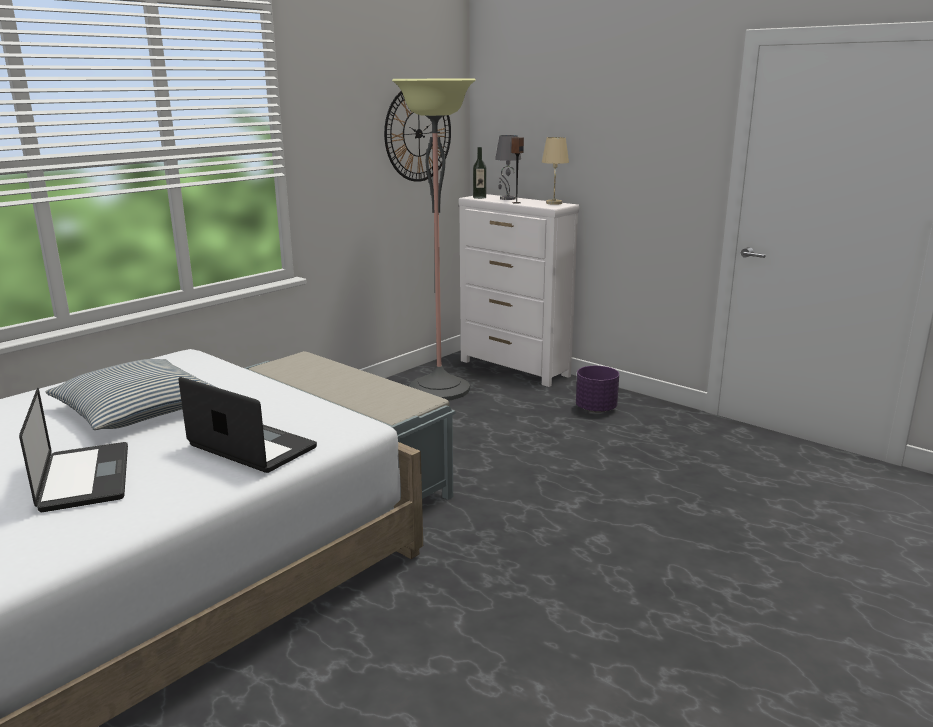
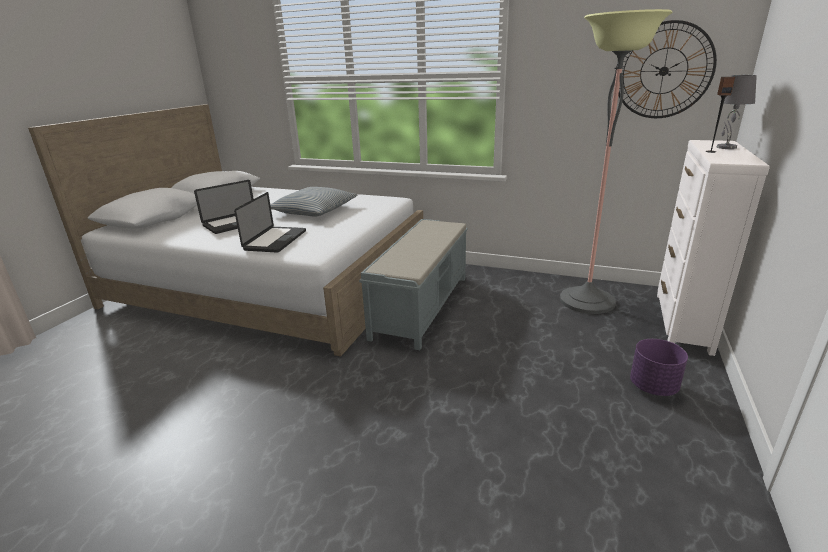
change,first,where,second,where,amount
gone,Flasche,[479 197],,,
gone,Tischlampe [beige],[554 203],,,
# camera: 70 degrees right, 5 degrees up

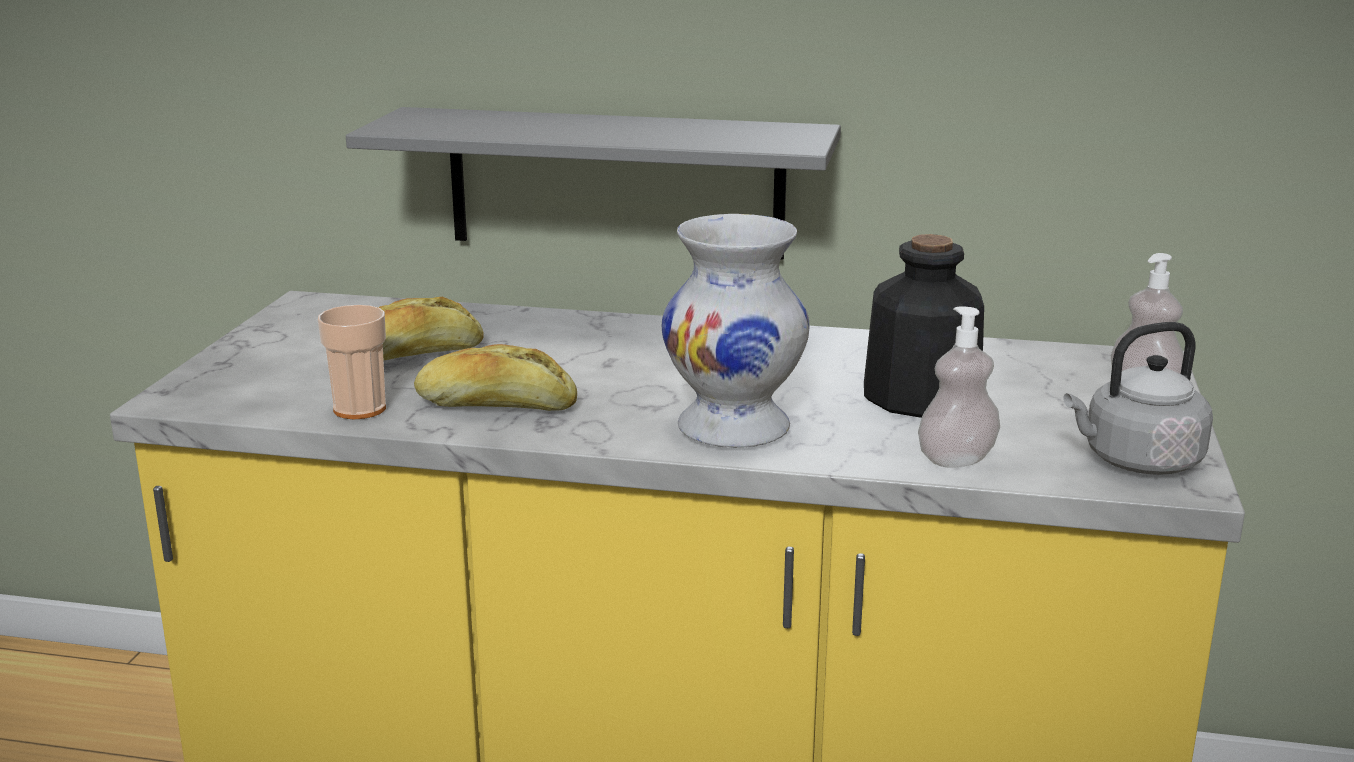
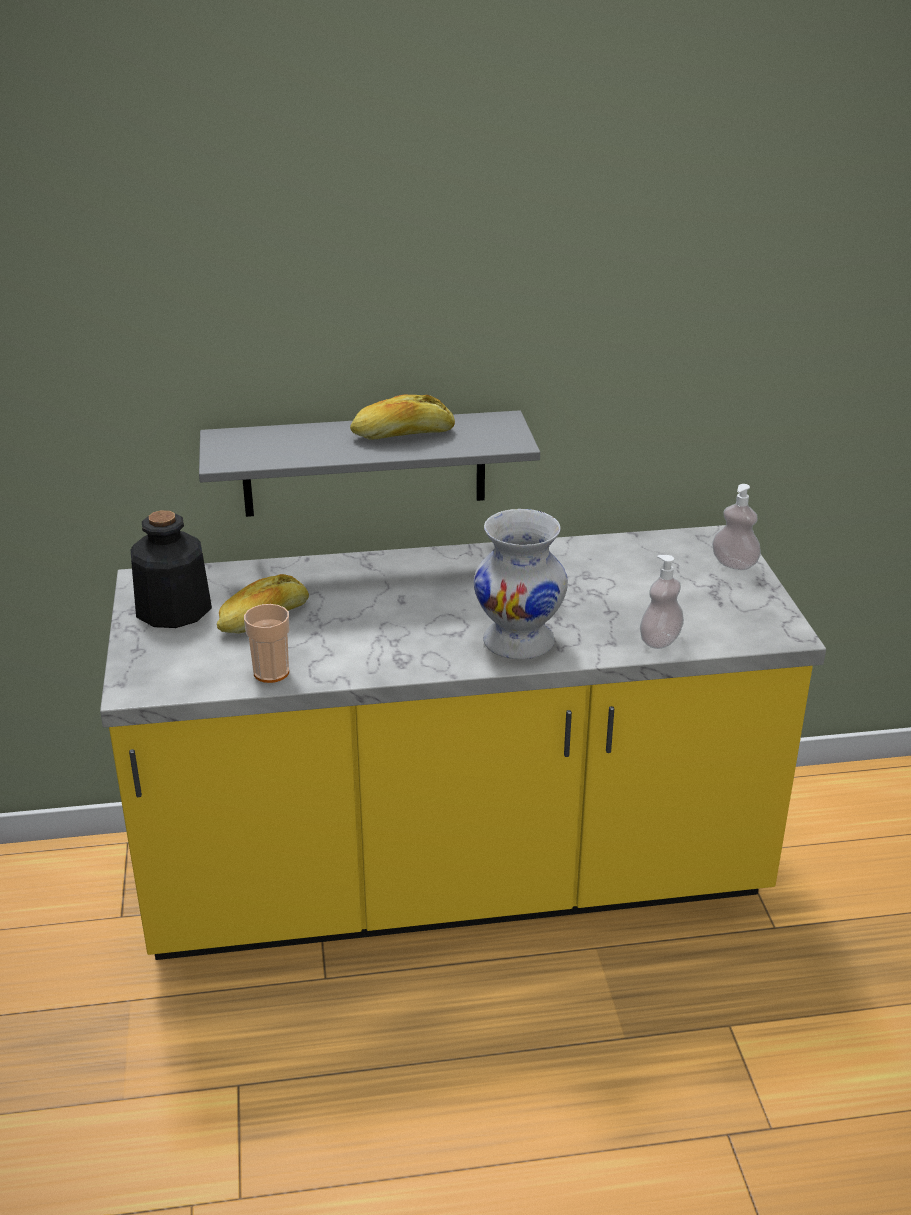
change,first,where,second,where,amount
gone,Wasserkessel [grau],[1136 462],,,
shifted,Brot,[496 406],,[403 434],
shifted,Flasche,[919 396],,[173 609],
# camera: 20 degrees left, 10 degrees up

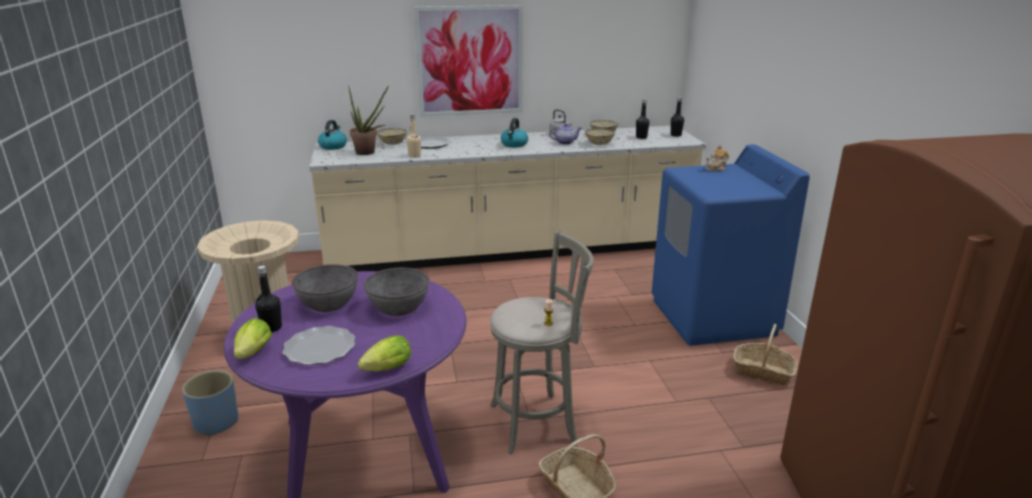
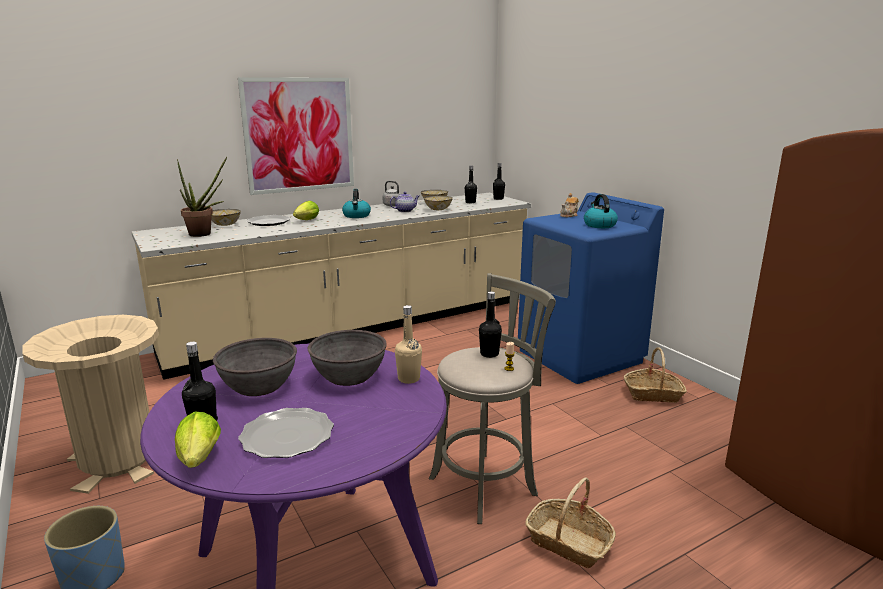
change,first,where,second,where,amount
new,,,Flasche [schwarz],[489 354],
shifted,Wasserkessel,[333 146],,[599 225],
shifted,Salatkopf,[385 370],,[306 220],
shifted,Flasche [beige],[414 156],,[408 379],
# camera: 20 degrees left, 5 degrees down

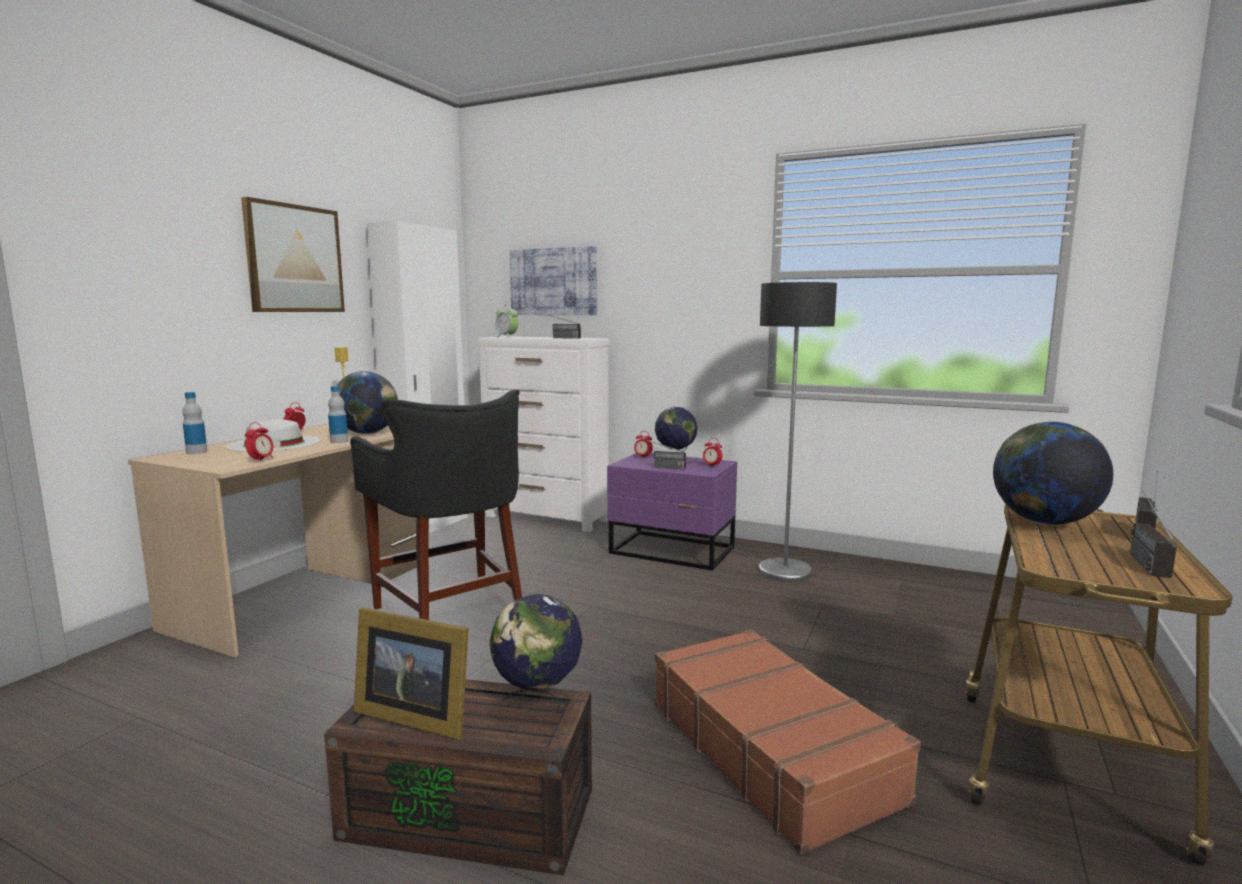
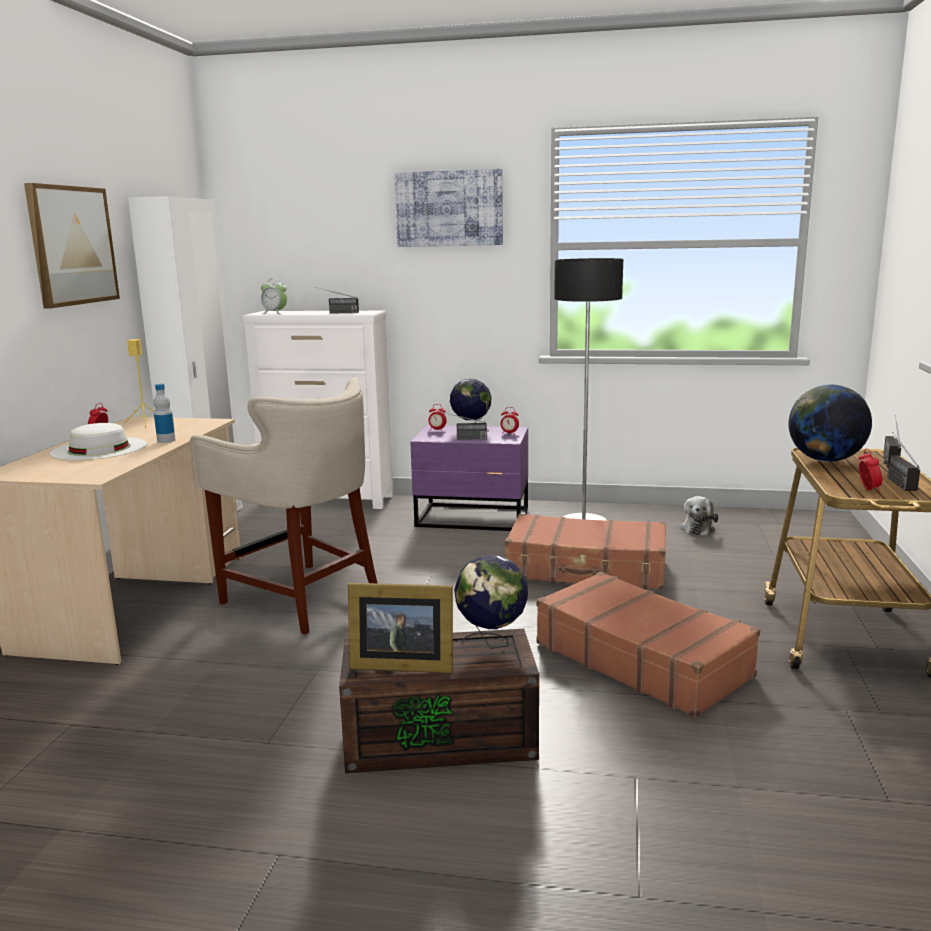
change,first,where,second,where,amount
gone,Flasche,[196 452],,,
gone,Globus,[367 433],,,
new,,,Koffer [braun],[586 569],
new,,,Plüschtier,[697 528],
shifted,Wecker,[261 460],,[868 490],
shifted,Bild,[553 282],,[449 208],
repainted,Hocker [schwarz],[451 613],Hocker [beige],[302 597],
# camera: 15 degrees left, 5 degrees up

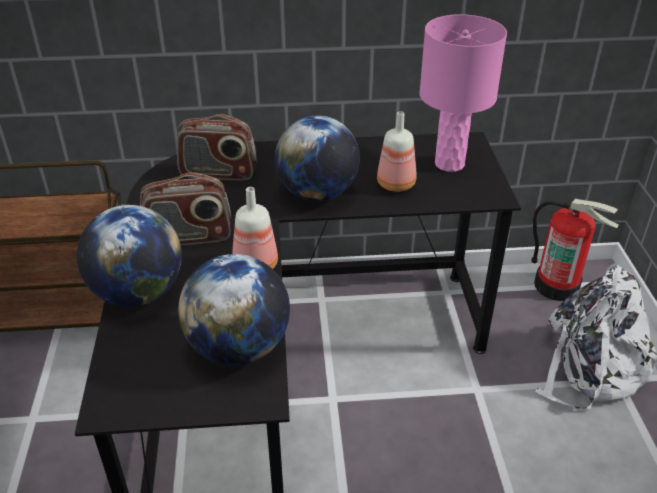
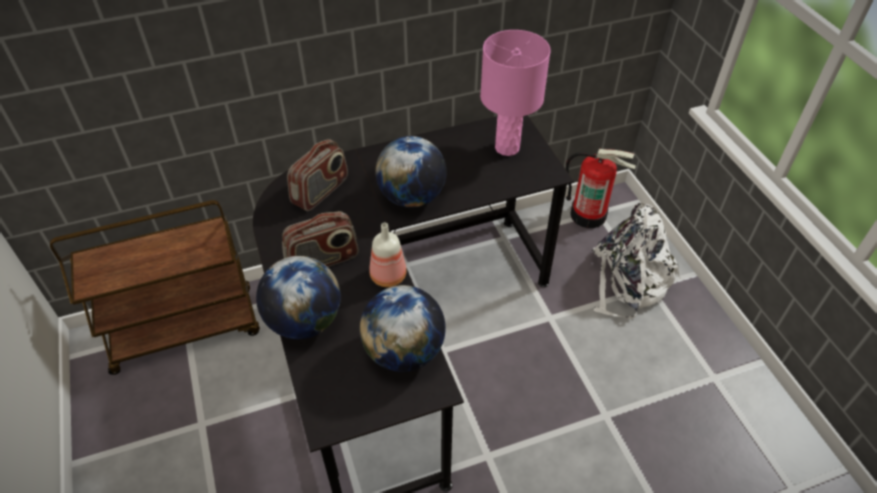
change,first,where,second,where,amount
gone,Flasche,[396 183],,,
rotated,Radio,[218 173],,[320 191],45 degrees counterclockwise
# camera: 15 degrees left, 10 degrees up

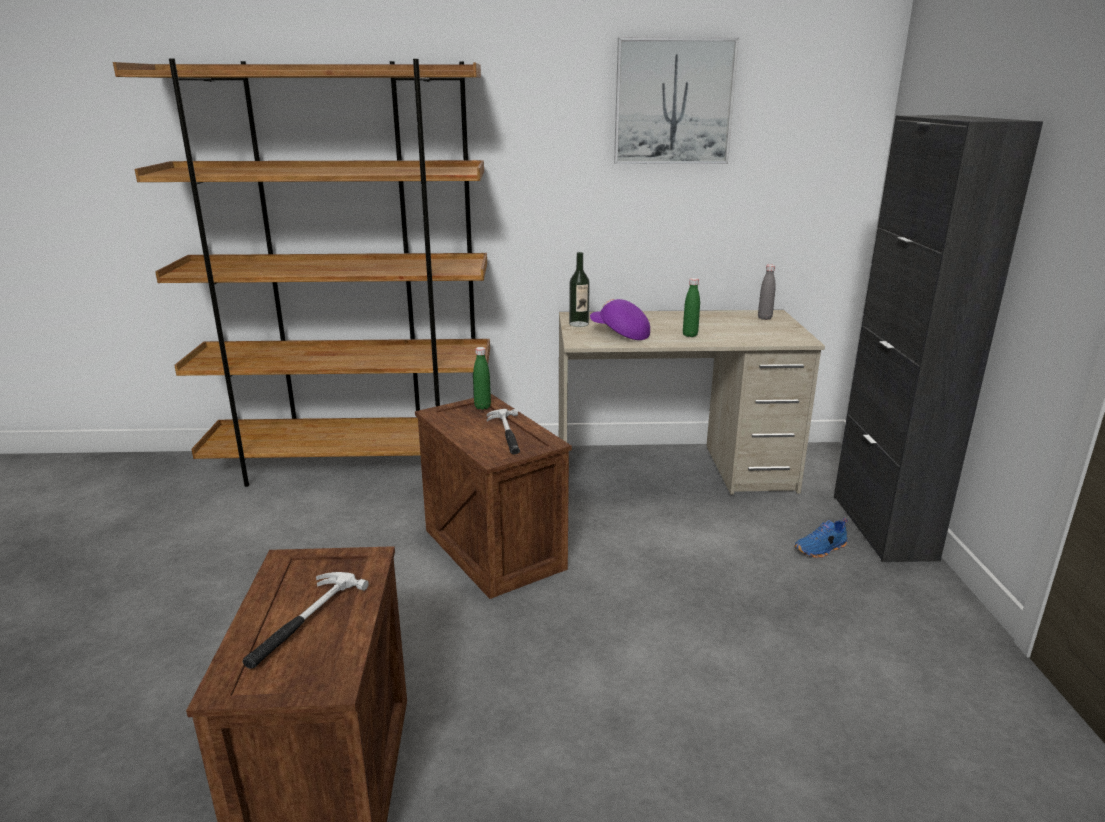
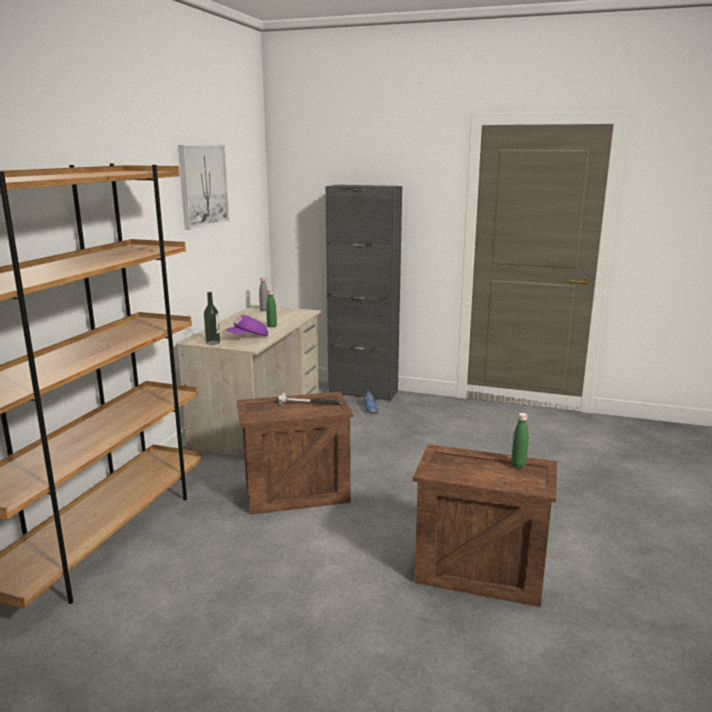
change,first,where,second,where,amount
gone,Hammer,[303 621],,,
shifted,Flasche [grün],[482 407],,[518 465],
# camera: 70 degrees left, 5 degrees down

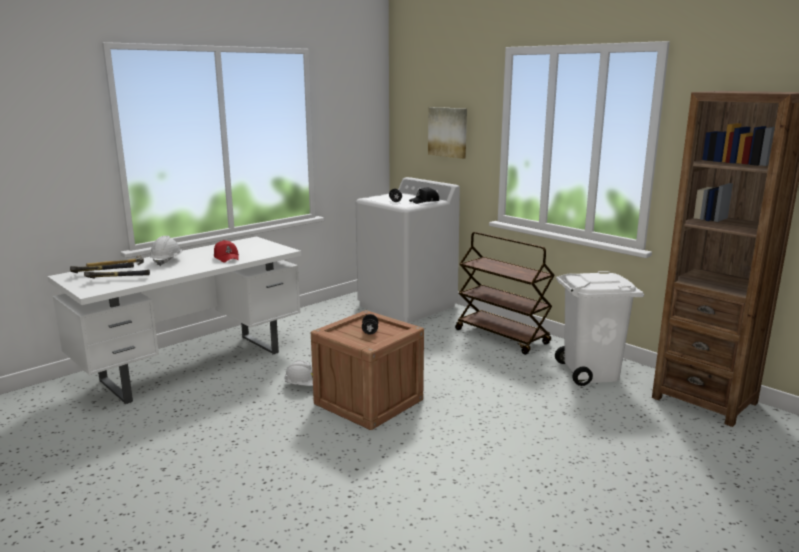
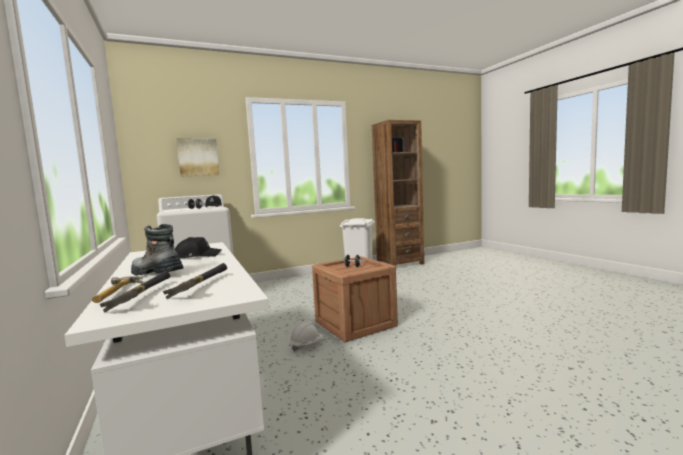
change,first,where,second,where,amount
gone,Rollwagen [braun],[502 337],,,
swapped,Schutzhelm [weiß],[167 261],Stiefel,[156 273],
repainted,Kappe [rot],[227 257],Kappe [schwarz],[197 256],
# camera: 70 degrees left, 10 degrees down

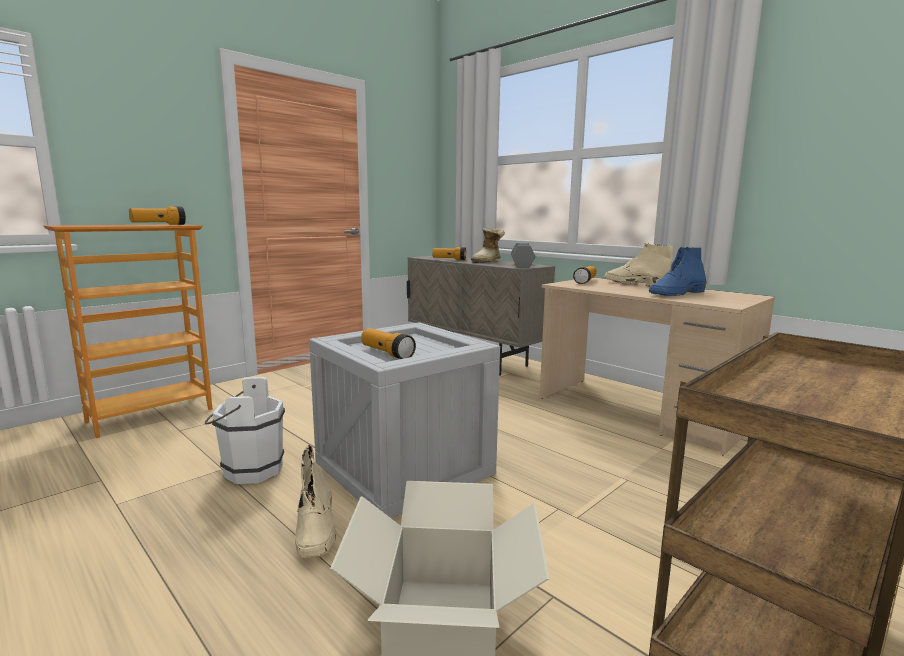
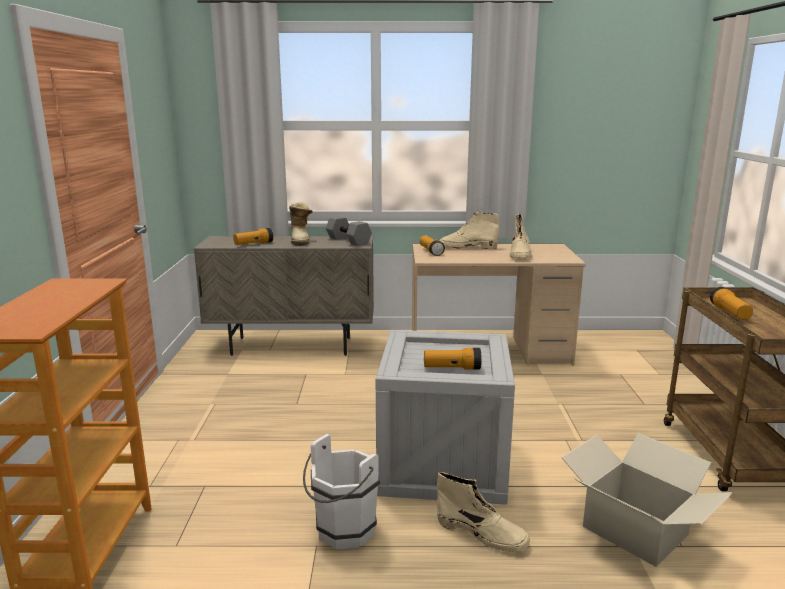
change,first,where,second,where,amount
shifted,Taschenlampe,[159 224],,[730 313],
repainted,Stiefel [blau],[676 294],Stiefel [beige],[520 254],
# camera: 45 degrees left, 5 degrees up

